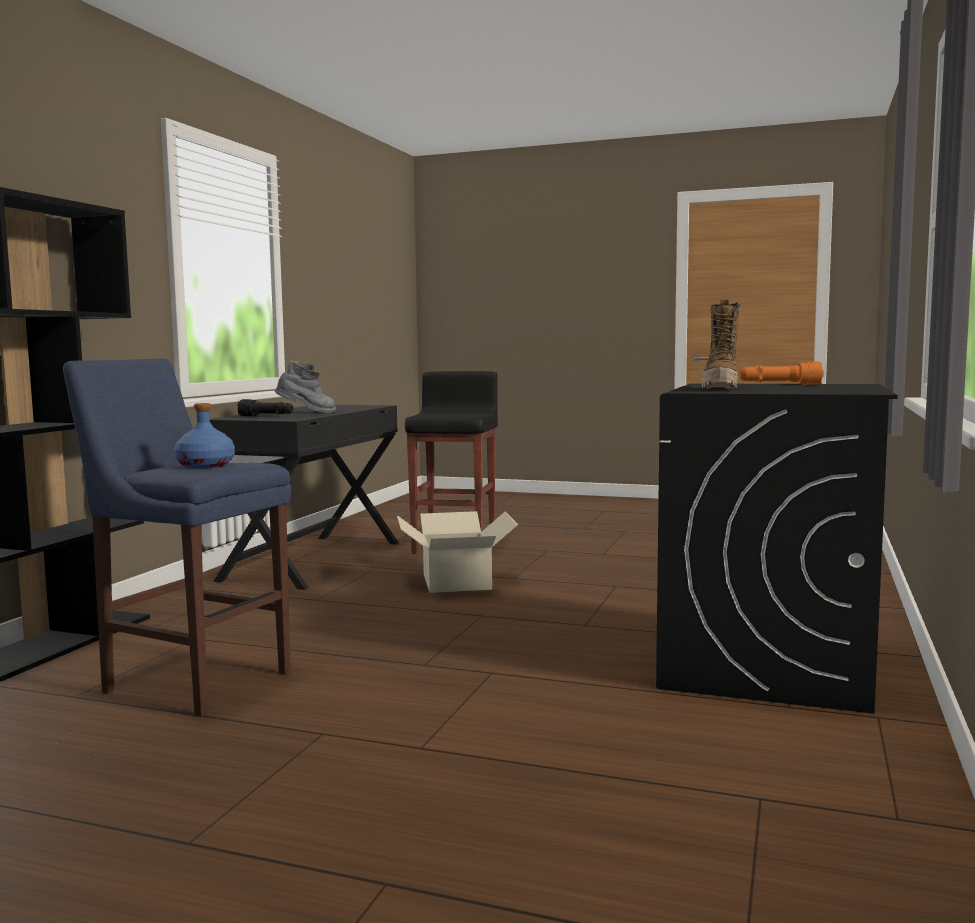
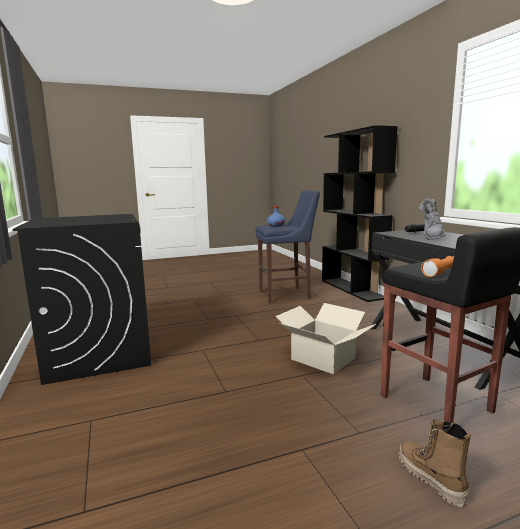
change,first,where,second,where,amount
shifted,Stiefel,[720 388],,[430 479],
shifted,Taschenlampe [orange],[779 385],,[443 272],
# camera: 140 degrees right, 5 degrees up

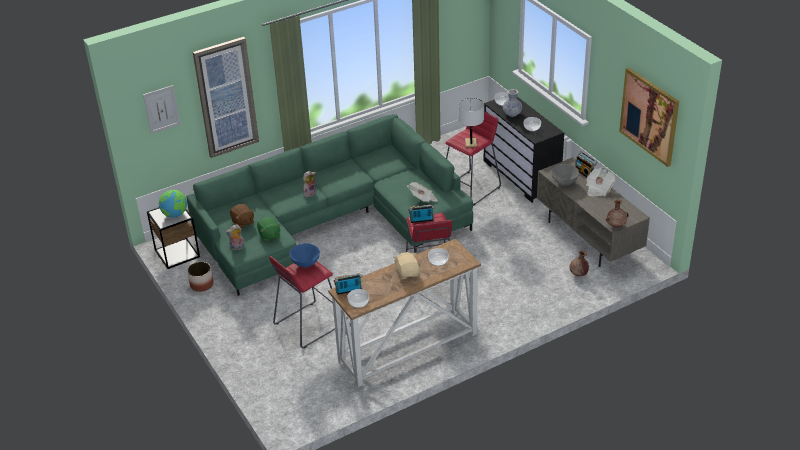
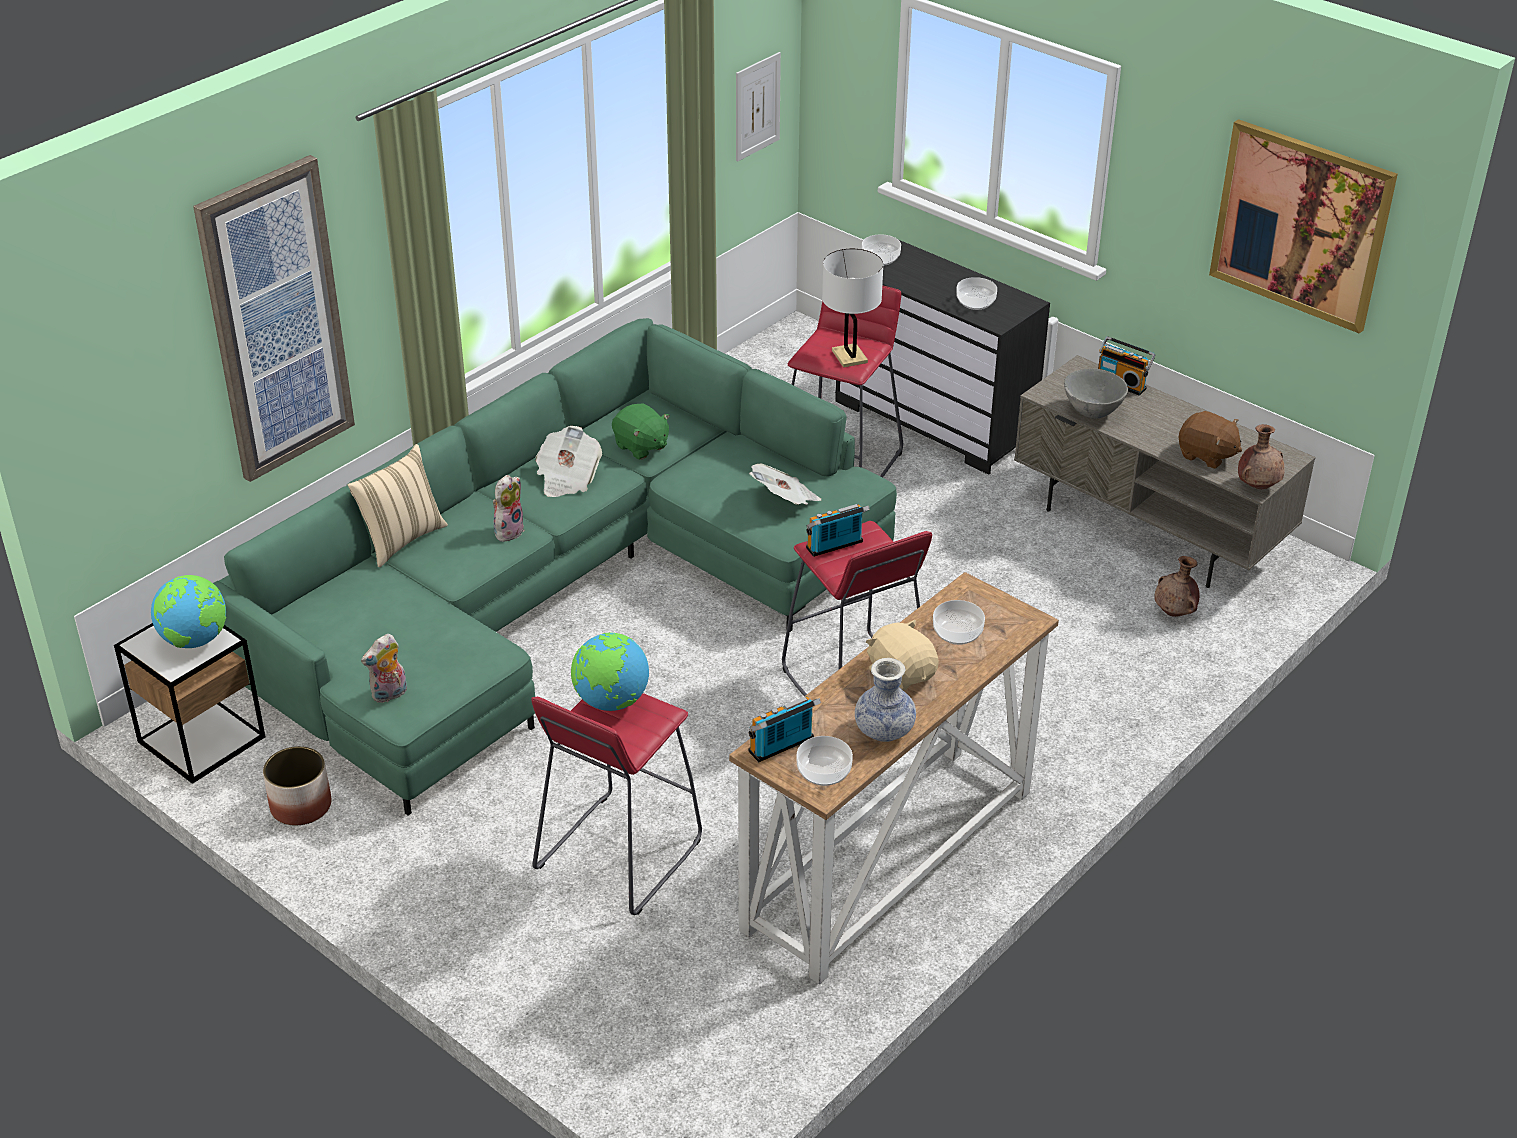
change,first,where,second,where,amount
new,,,Kissen [beige],[401 539],
shifted,Bild,[161 109],,[757 106],
shifted,Plüschtier [braun],[242 222],,[1206 455],
shifted,Plüschtier [grün],[269 236],,[641 446],
shifted,Vase,[512 113],,[884 730],
shifted,Zeitung,[598 189],,[567 478],
swapped,Schüssel [blau],[305 264],Globus,[611 701],
# camera: 20 degrees left, 0 degrees up

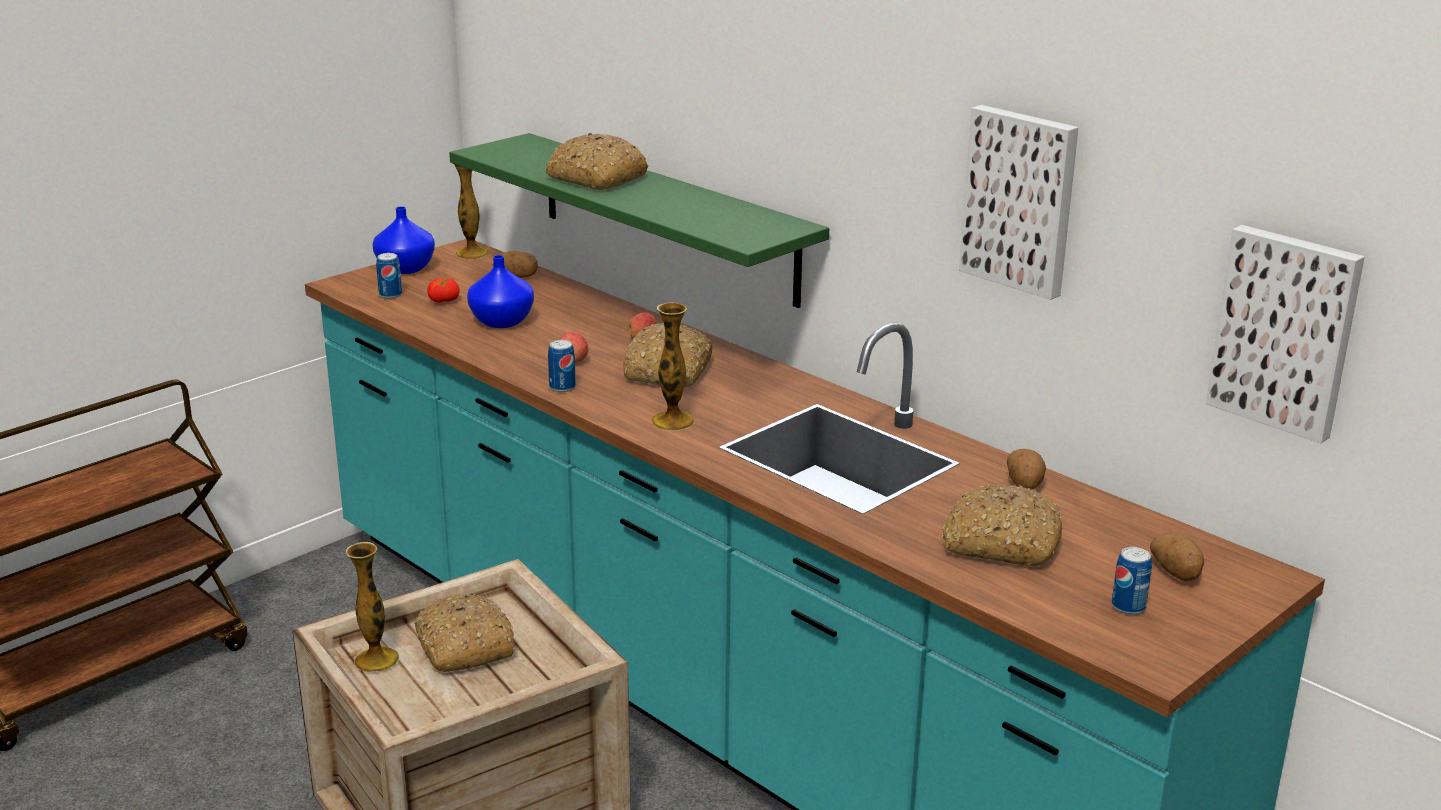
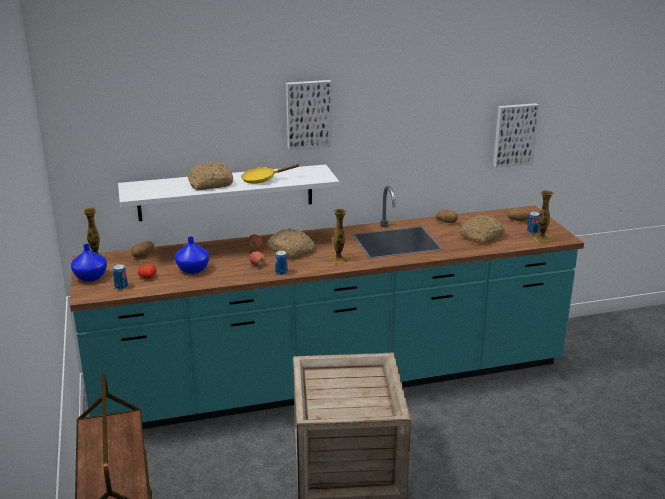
change,first,where,second,where,amount
gone,Brot,[463 646],,,
new,,,Pfanne [gelb],[262 180],
shifted,Vase,[376 660],,[541 239],
shifted,Bild,[1021 200],,[308 114],
repainted,Wandregal [grün],[666 217],Wandregal [weiß],[226 192],
# camera: 60 degrees left, 0 degrees up

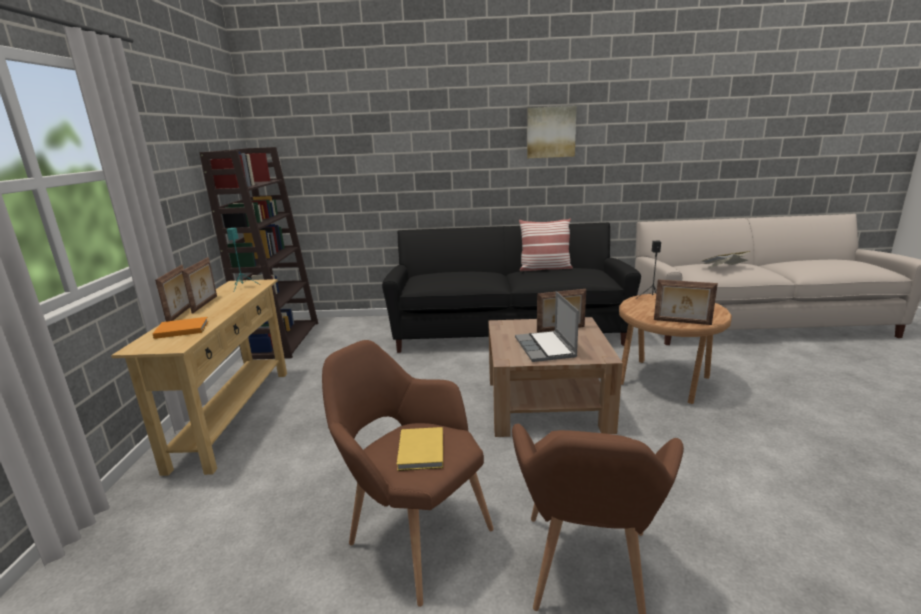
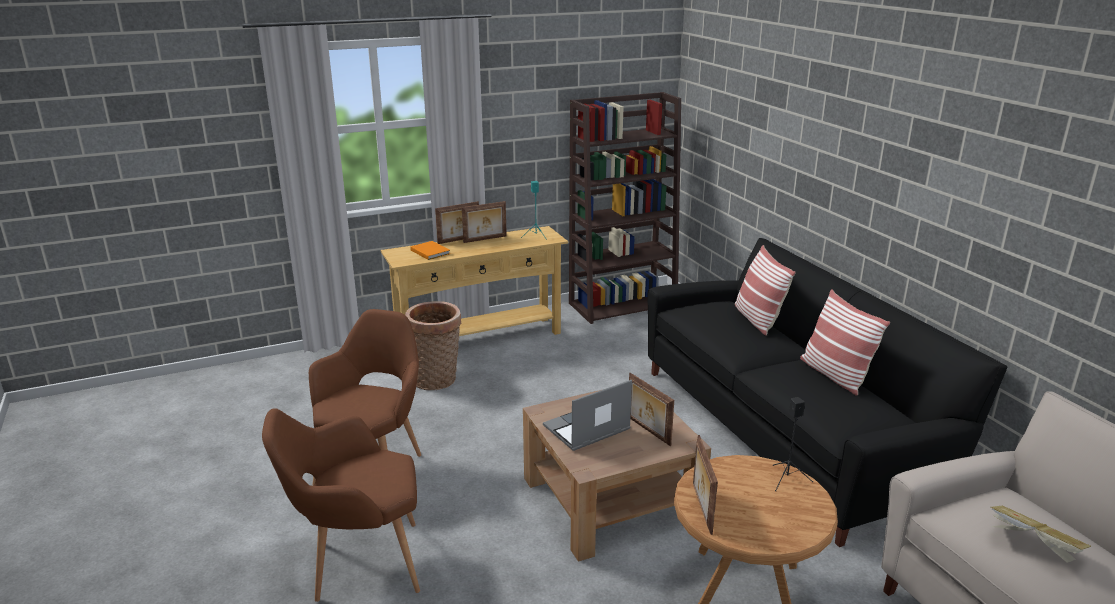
change,first,where,second,where,amount
gone,Buch [gelb],[420 452],,,
gone,Bild,[551 132],,,
new,,,Korb,[437 380],
new,,,Kissen,[757 319],
# camera: 65 degrees right, 5 degrees up

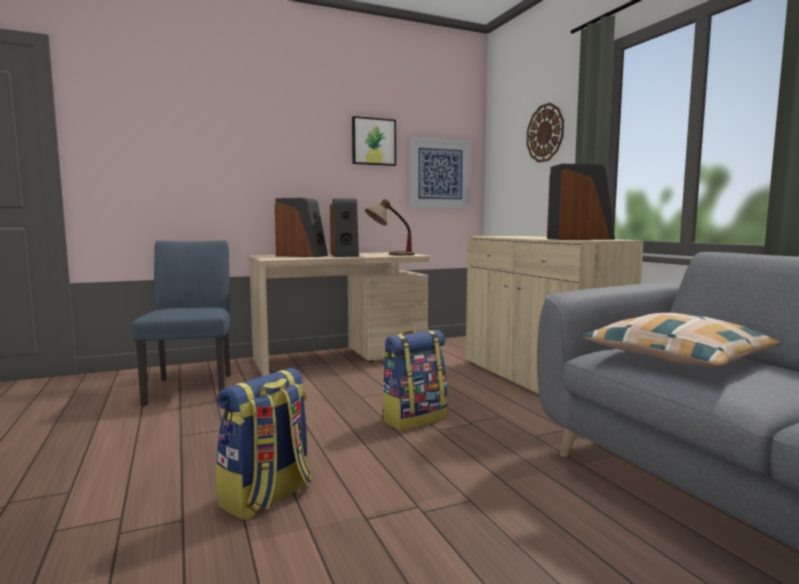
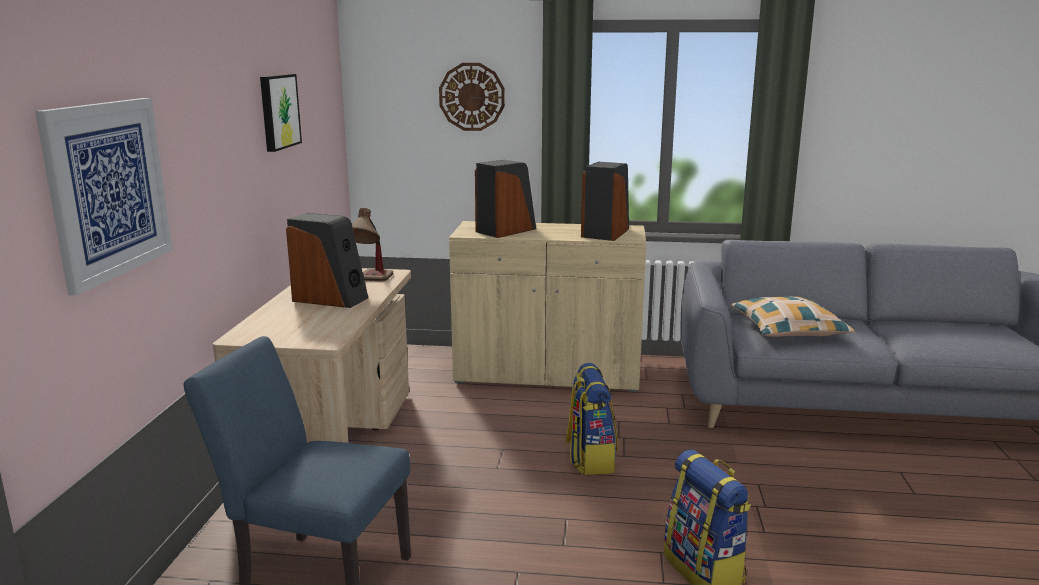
change,first,where,second,where,amount
shifted,Lautsprecher,[302 256],,[506 230],
shifted,Bild,[439 173],,[108 189],
# camera: 60 degrees left, 10 degrees up

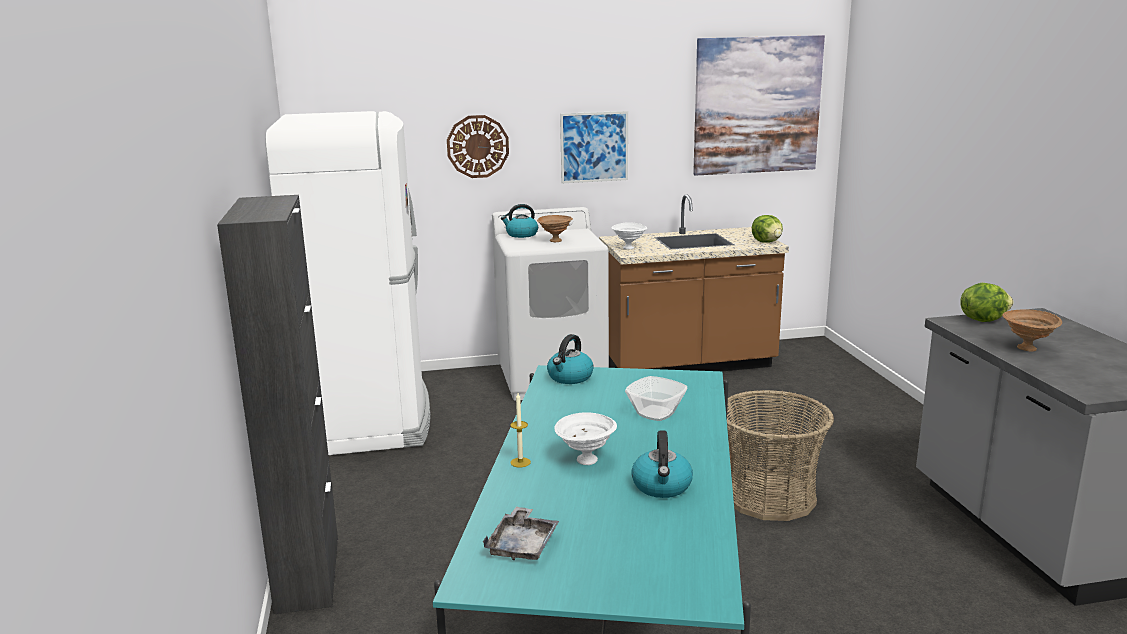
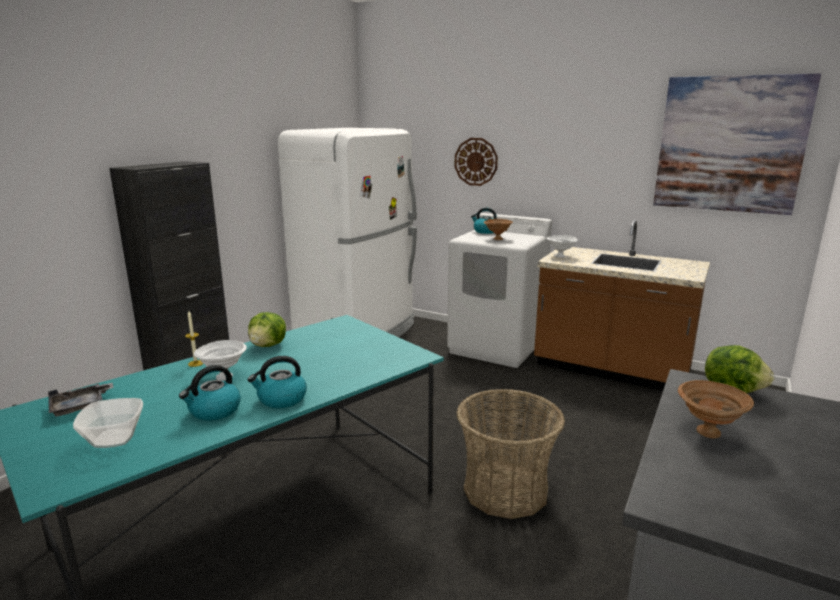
change,first,where,second,where,amount
gone,Bild,[594 147],,,
shifted,Wasserkessel,[570 377],,[281 399],
shifted,Schüssel,[654 413],,[113 438],
shifted,Salatkopf,[767 242],,[268 346],
# camera: 40 degrees right, 0 degrees up

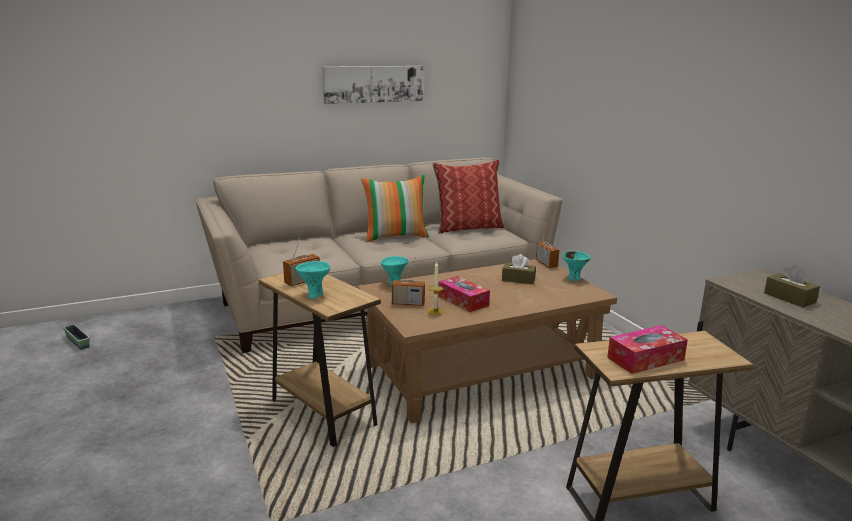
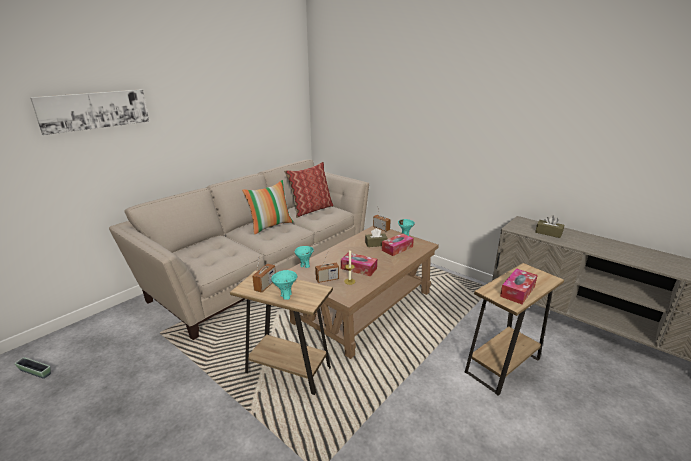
change,first,where,second,where,amount
new,,,Taschentuchbox,[397 248],
shifted,Bild,[373 84],,[94 110],
# camera: 25 degrees left, 5 degrees up

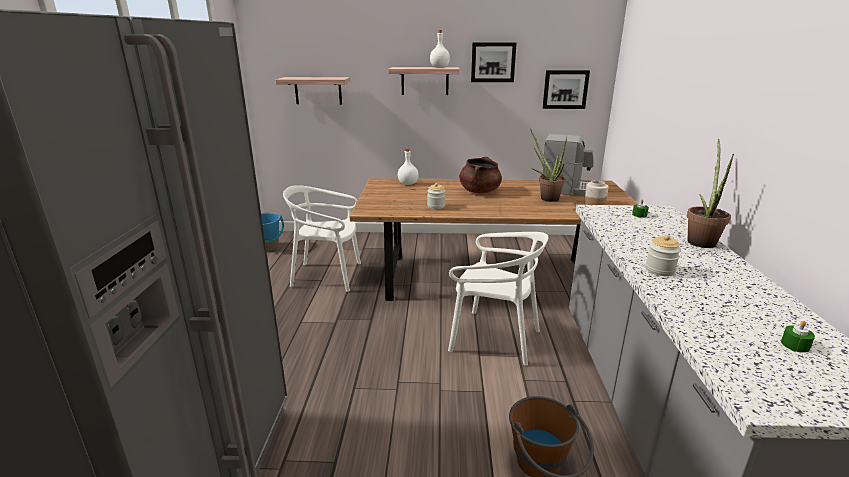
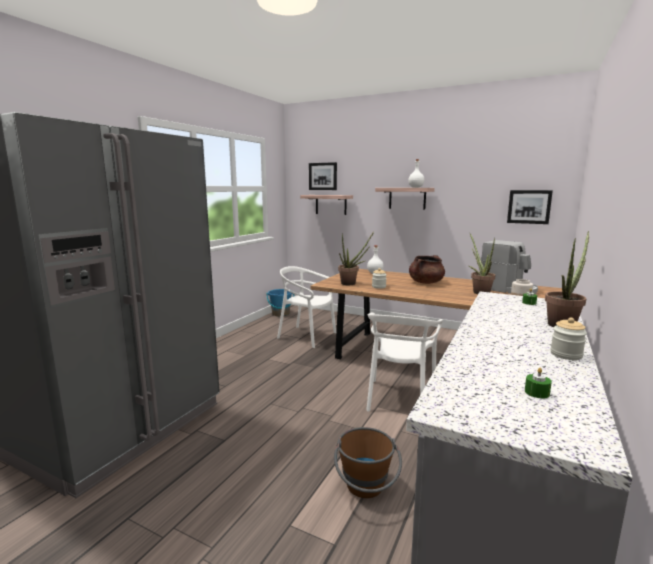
change,first,where,second,where,amount
new,,,Topfpflanze,[351 283],
shifted,Bild,[493 62],,[323 176],
shifted,Vorratsglas,[659 270],,[566 354],
rotated,Stuhl [weiß],[494 338],,[399 398],60 degrees clockwise
# camera: 25 degrees right, 10 degrees down

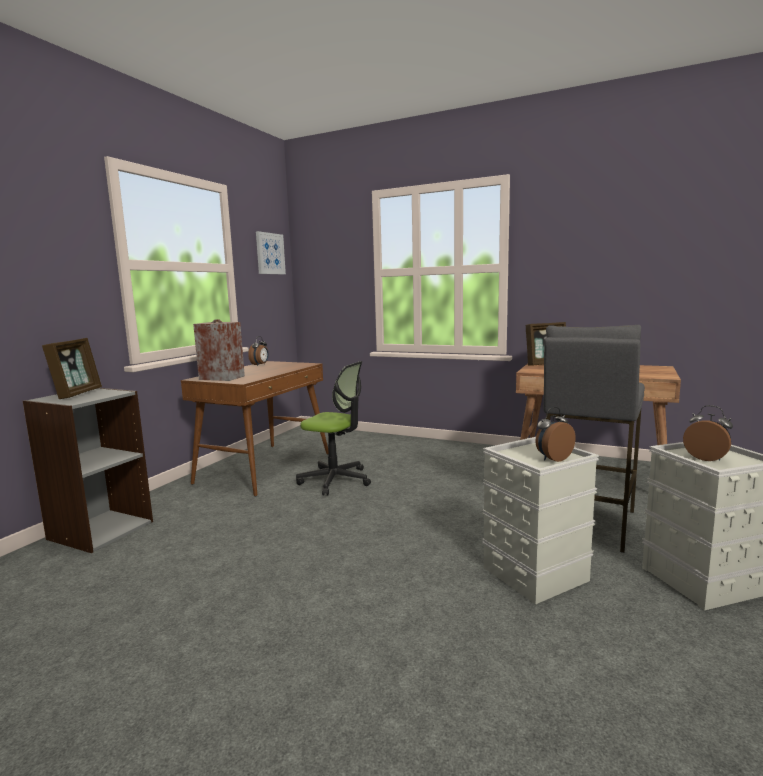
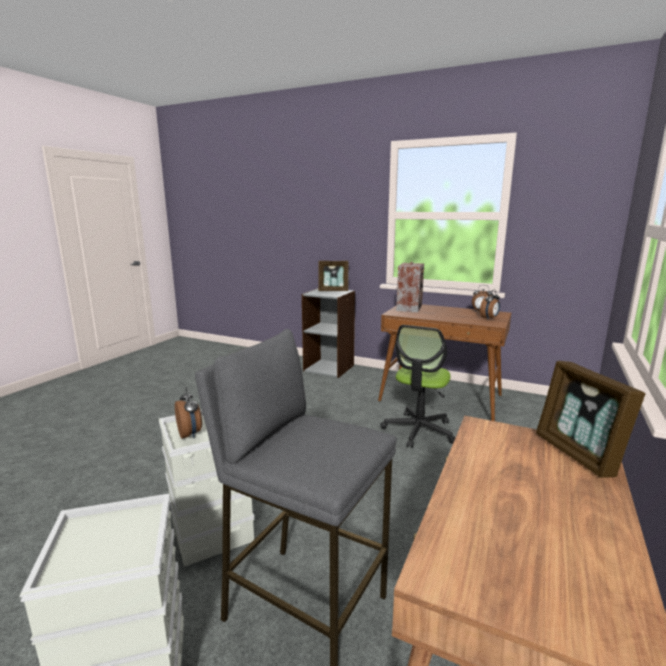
change,first,where,second,where,amount
gone,Bild,[270 253],,,
shifted,Wecker,[706 458],,[489 318],
# camera: 90 degrees right, 5 degrees up

